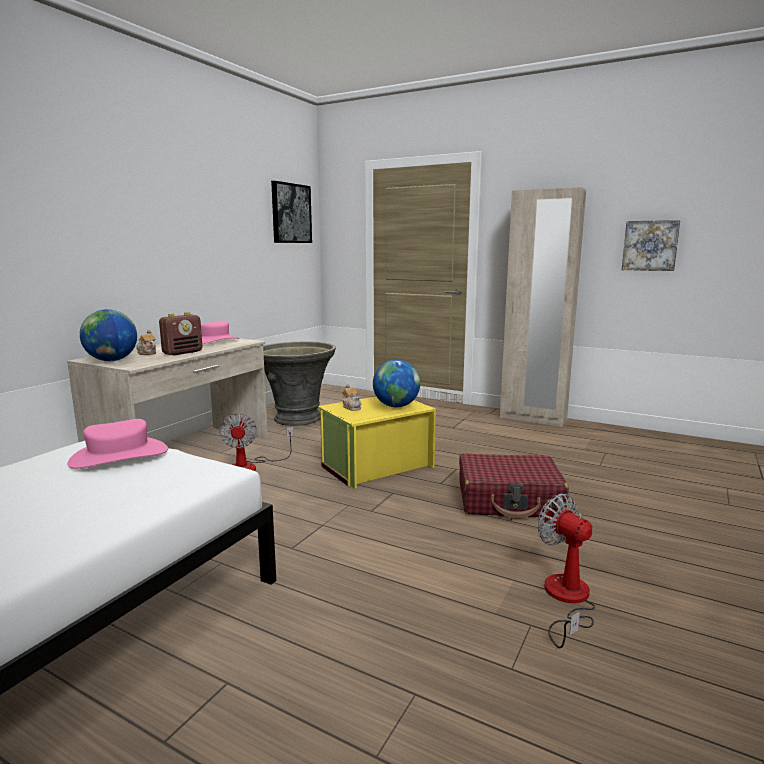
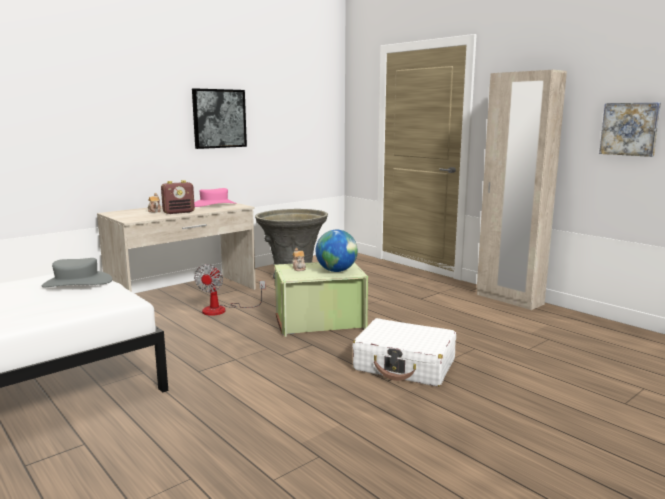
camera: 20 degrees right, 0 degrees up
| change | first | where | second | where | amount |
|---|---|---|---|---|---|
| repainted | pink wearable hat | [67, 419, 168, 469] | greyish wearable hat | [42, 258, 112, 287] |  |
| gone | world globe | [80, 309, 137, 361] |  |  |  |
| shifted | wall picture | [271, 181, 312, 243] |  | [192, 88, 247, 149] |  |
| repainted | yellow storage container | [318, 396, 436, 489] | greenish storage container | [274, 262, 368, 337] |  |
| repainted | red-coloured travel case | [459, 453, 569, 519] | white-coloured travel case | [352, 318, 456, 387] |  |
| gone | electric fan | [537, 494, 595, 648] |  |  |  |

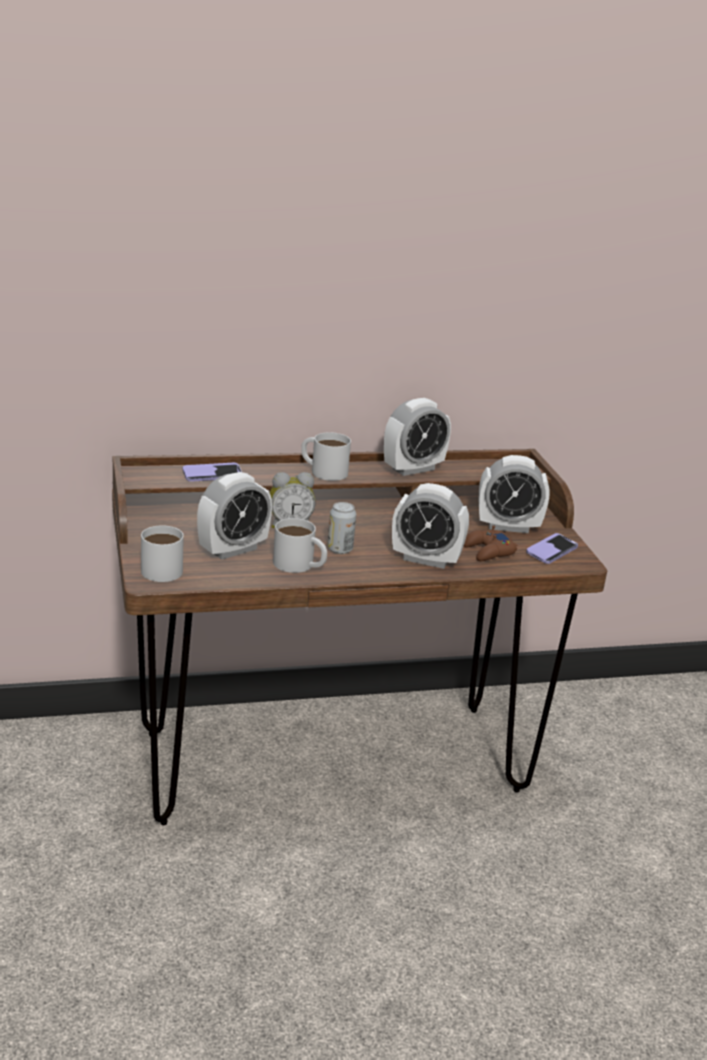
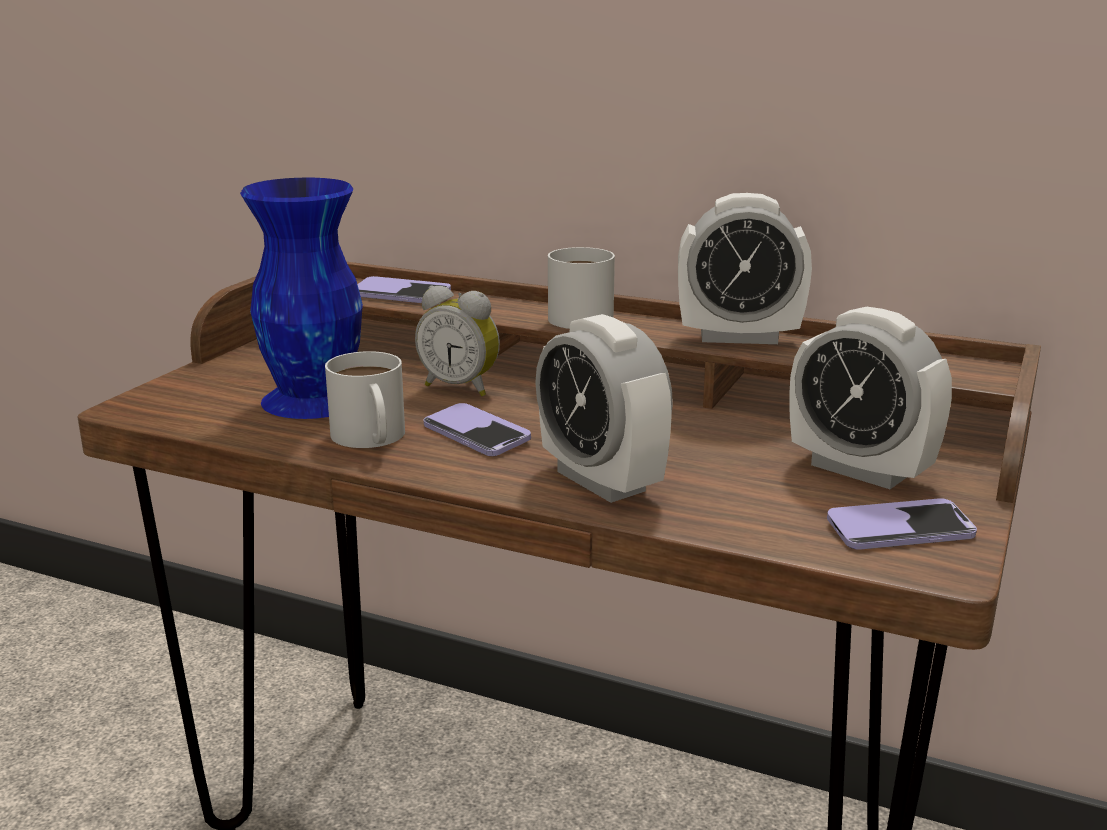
camera: 40 degrees right, 5 degrees down
| change | first | where | second | where | amount |
|---|---|---|---|---|---|
| gone | white-coloured mug | [141, 526, 184, 582] |  |  |  |
| swapped | table clock | [197, 472, 272, 560] | blue-coloured decorative vase | [240, 178, 363, 419] |  |
| swapped | sealed can | [327, 502, 356, 554] | telephone | [423, 403, 531, 456] |  |
| gone | brown-coloured game controller | [463, 525, 518, 561] |  |  |  |

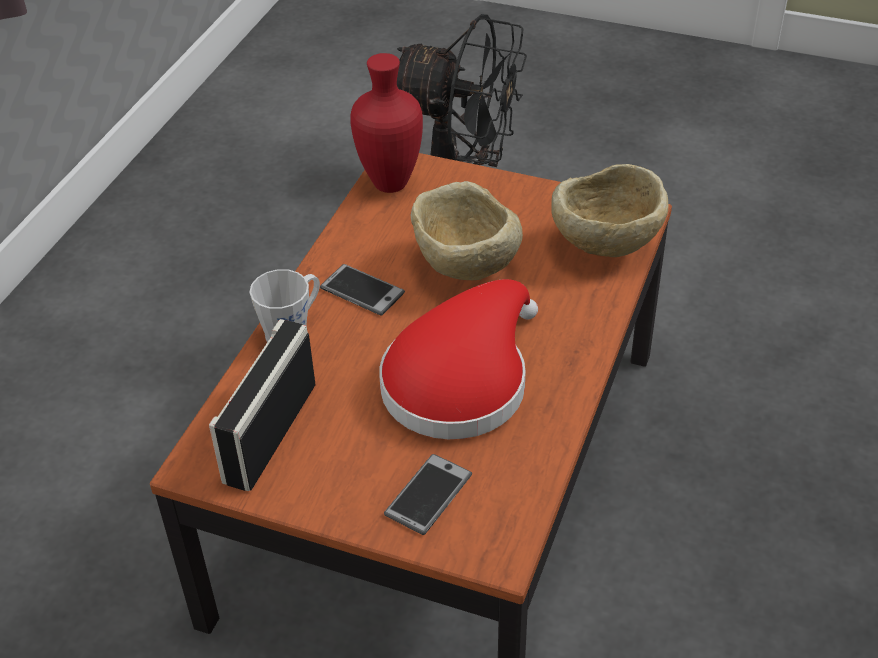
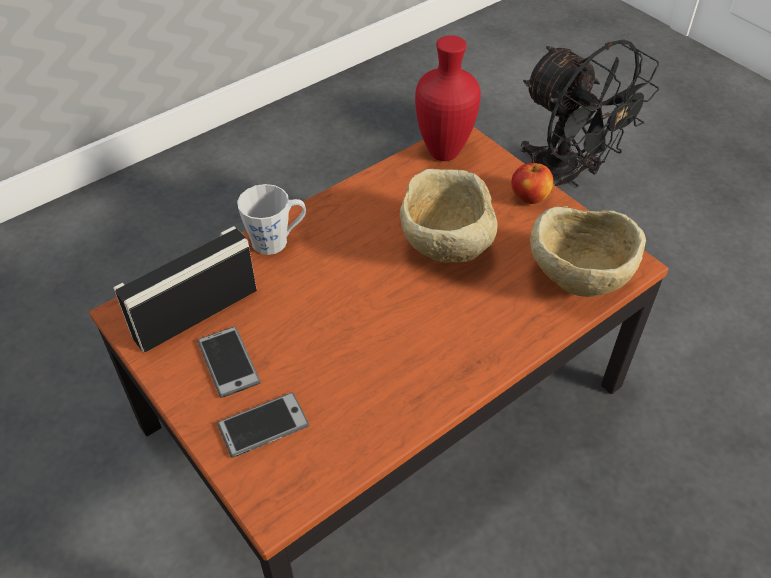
camera: 30 degrees right, 5 degrees up
| change | first | where | second | where | amount |
|---|---|---|---|---|---|
| shifted | telephone | [320, 264, 405, 316] |  | [197, 327, 261, 398] |  |
| gone | red-coloured wearable hat | [379, 279, 538, 439] |  |  |  |
| new |  |  | apple fruit | [511, 163, 554, 204] |  |

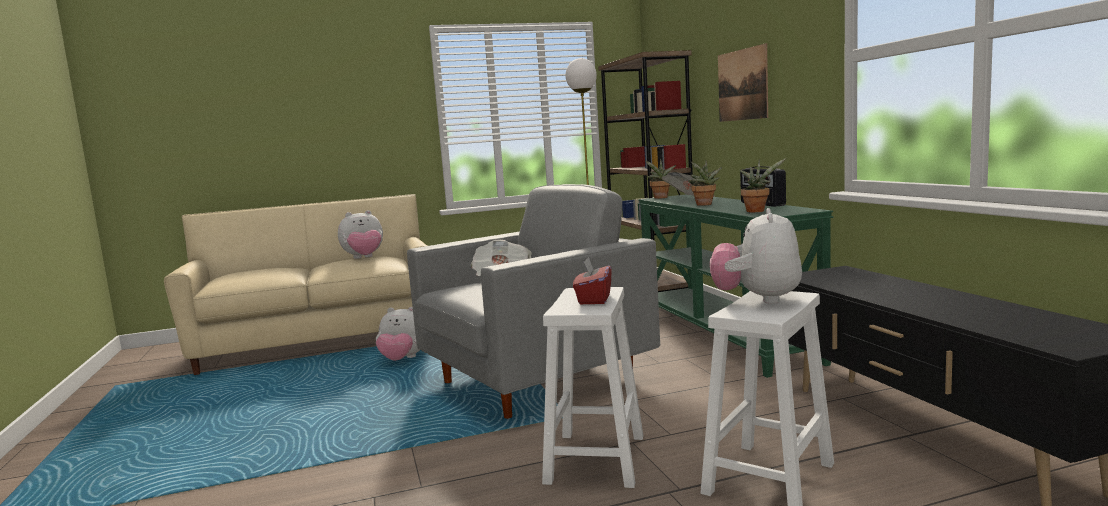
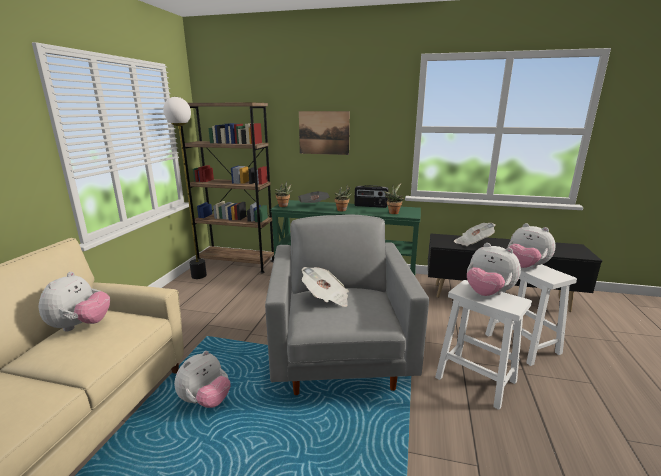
camera: 60 degrees left, 10 degrees up
| change | first | where | second | where | amount |
|---|---|---|---|---|---|
| swapped | red-coloured tissue holder | [573, 257, 612, 304] | plush toy | [467, 243, 521, 296] |  |
| new |  |  | daily paper | [454, 223, 496, 246] |  |

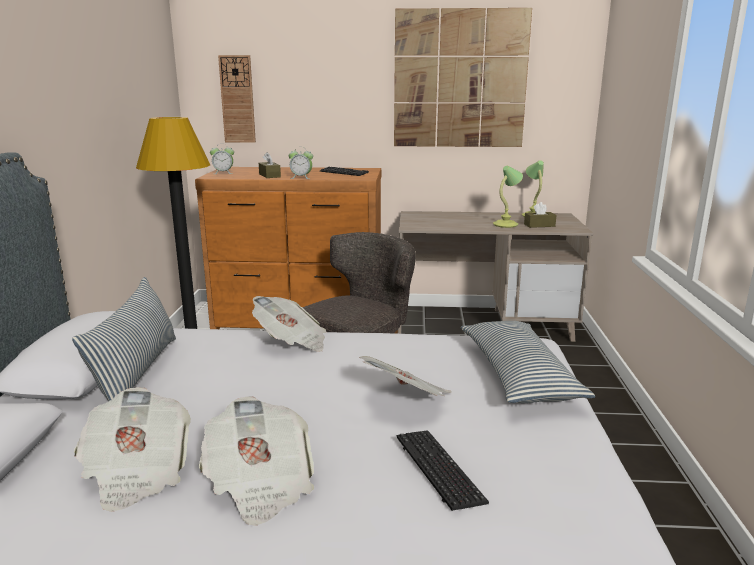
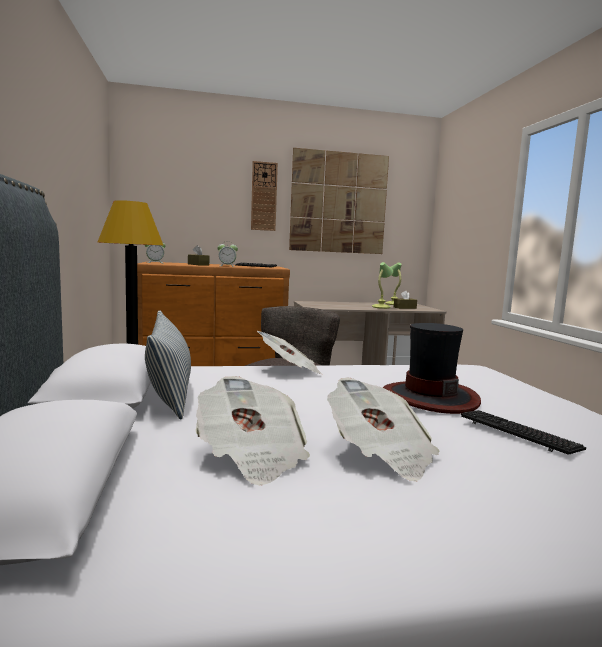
camera: 15 degrees left, 10 degrees down
| change | first | where | second | where | amount |
|---|---|---|---|---|---|
| shifted | wall clock | [218, 55, 256, 143] |  | [251, 161, 278, 231] |  |
| swapped | daily paper | [359, 356, 452, 396] | wearable hat | [383, 323, 481, 414] |  |
| gone | throw pillow | [461, 321, 595, 403] |  |  |  |

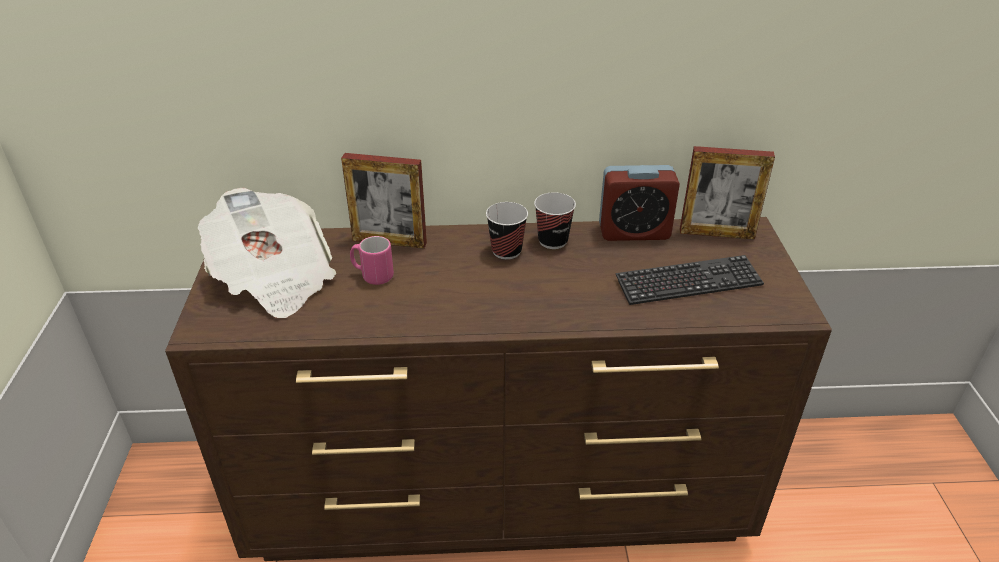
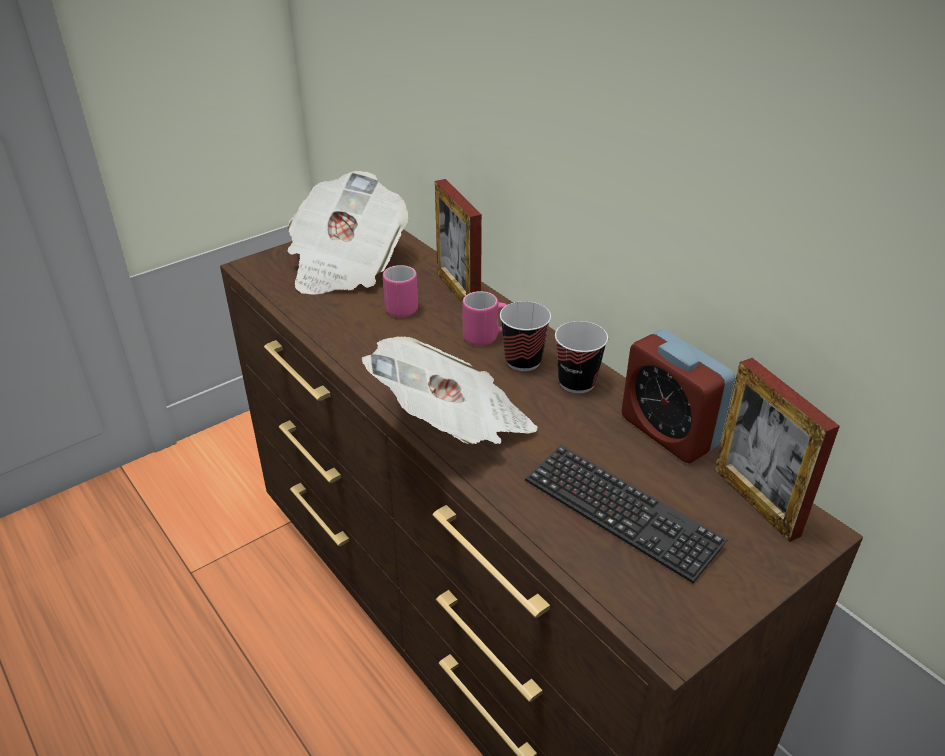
camera: 55 degrees right, 0 degrees up
| change | first | where | second | where | amount |
|---|---|---|---|---|---|
| new |  |  | daily paper | [362, 336, 538, 445] |  |
| new |  |  | pink mug | [462, 291, 507, 346] |  |

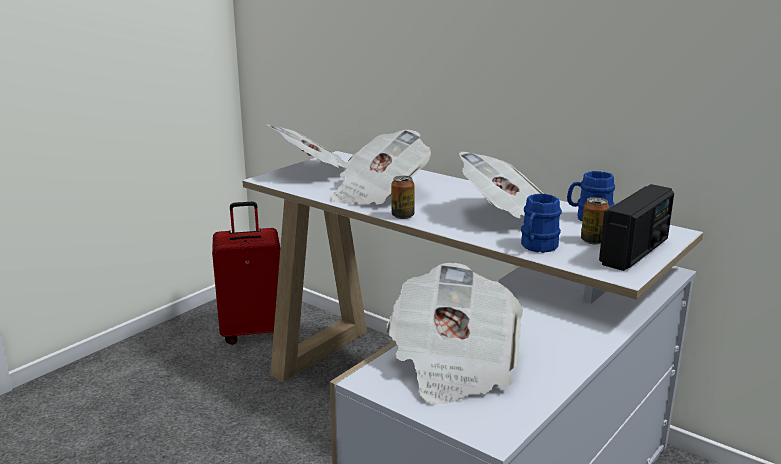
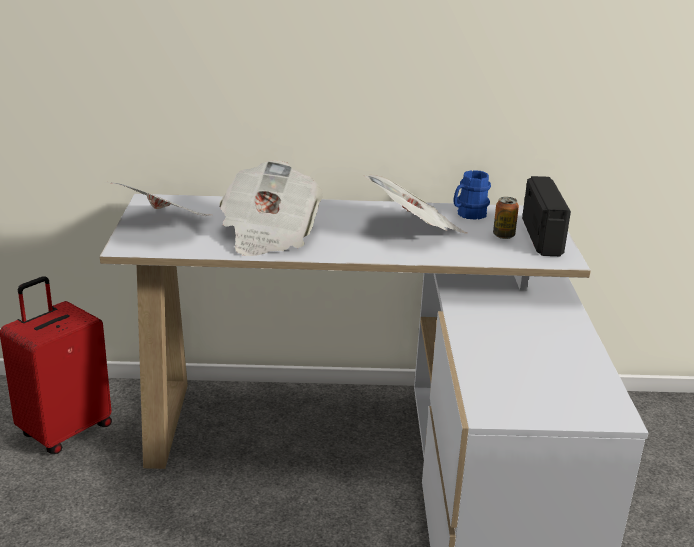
camera: 40 degrees left, 5 degrees up
| change | first | where | second | where | amount |
|---|---|---|---|---|---|
| gone | daily paper | [387, 263, 523, 404] |  |  |  |
| gone | sealed can | [391, 176, 415, 219] |  |  |  |
| gone | blue-coloured mug | [521, 193, 562, 253] |  |  |  |

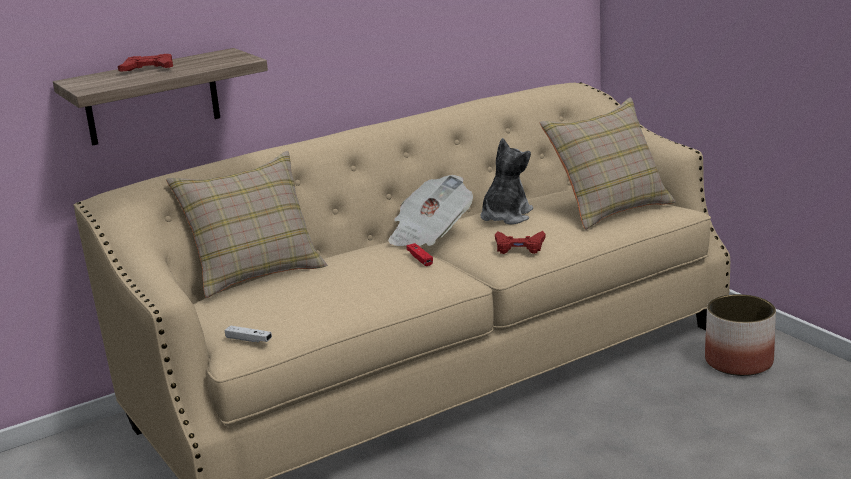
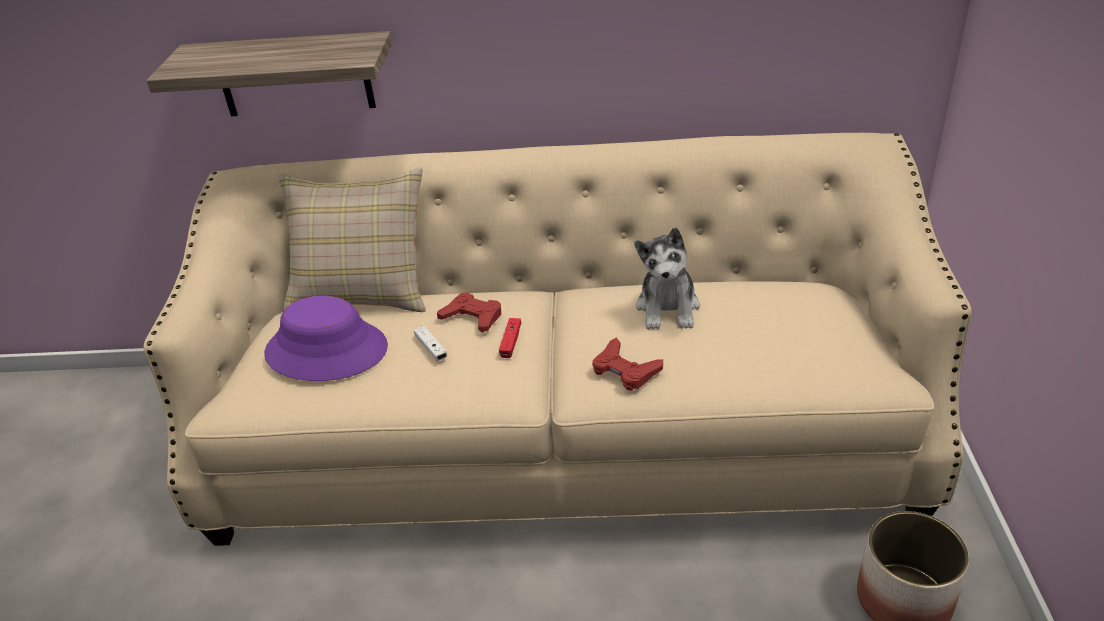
camera: 35 degrees right, 15 degrees up
| change | first | where | second | where | amount |
|---|---|---|---|---|---|
| shifted | red-coloured game controller | [118, 54, 173, 72] |  | [437, 293, 501, 332] |  |
| shifted | white-coloured game controller | [225, 325, 272, 343] |  | [414, 326, 448, 361] |  |
| gone | daily paper | [388, 175, 473, 246] |  |  |  |
| rotated | plush toy | [481, 138, 533, 225] |  | [634, 227, 700, 330] | 120 degrees clockwise |
| gone | sand-coloured throw pillow | [540, 97, 676, 230] |  |  |  |
| new |  |  | purple-coloured wearable hat | [264, 296, 388, 381] |  |

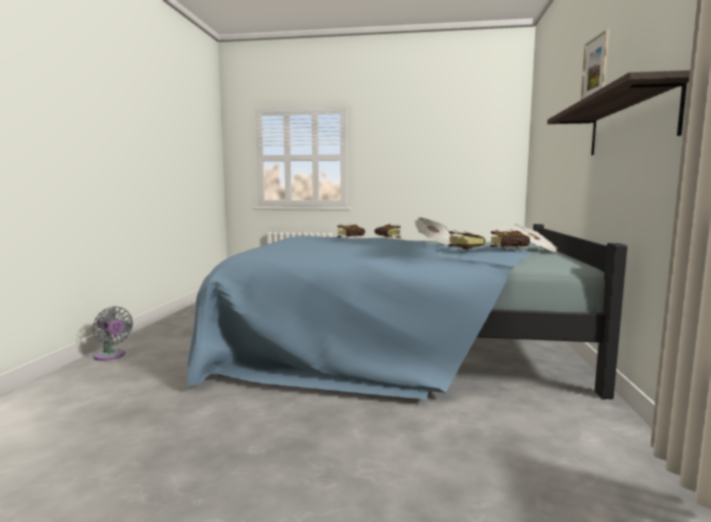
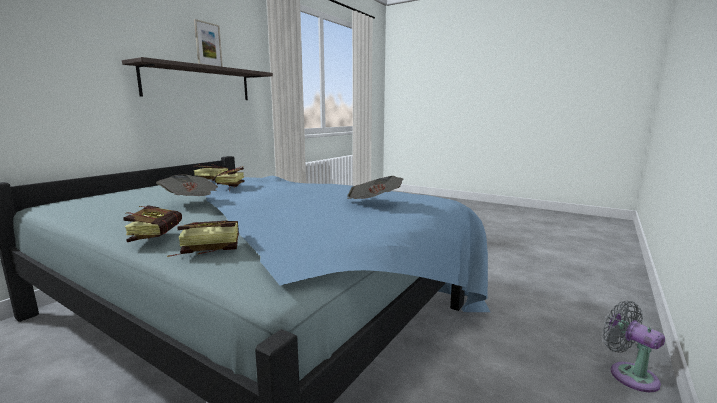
camera: 155 degrees left, 5 degrees up
| change | first | where | second | where | amount |
|---|---|---|---|---|---|
| shifted | daily paper | [514, 224, 558, 253] |  | [347, 176, 403, 199] |  |

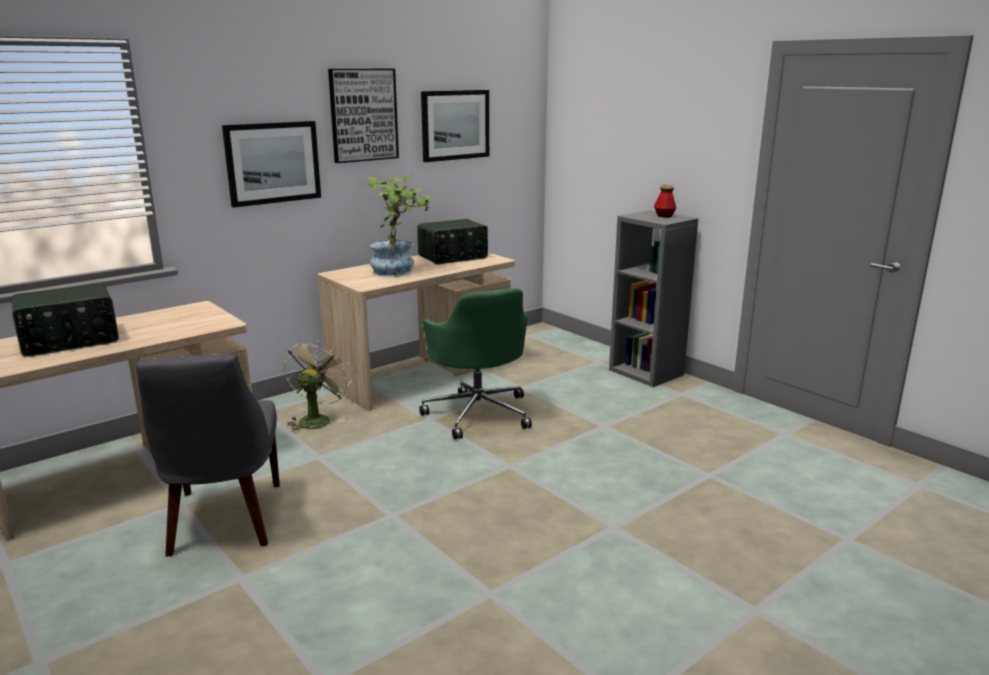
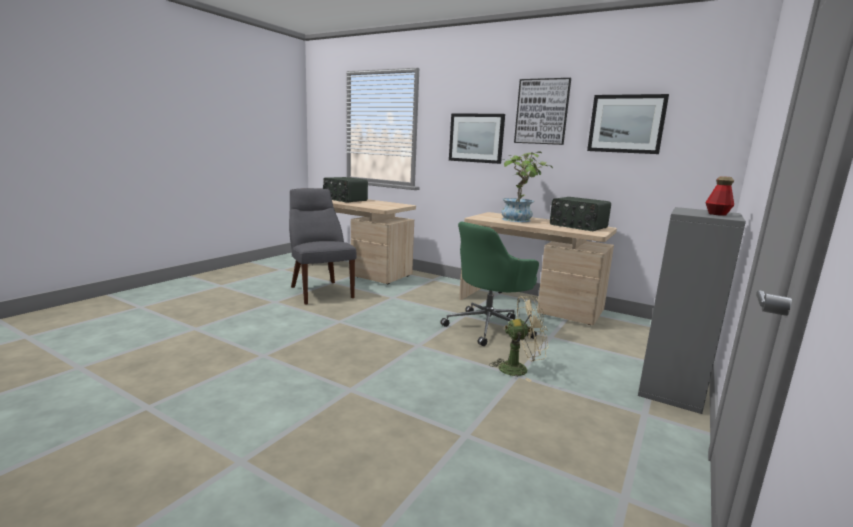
camera: 70 degrees right, 5 degrees down
| change | first | where | second | where | amount |
|---|---|---|---|---|---|
| rotated | greyish upright chair | [136, 354, 280, 556] |  | [289, 188, 357, 305] | 90 degrees clockwise |
| shifted | sand-coloured electric fan | [283, 339, 352, 432] |  | [490, 296, 548, 382] |  |

